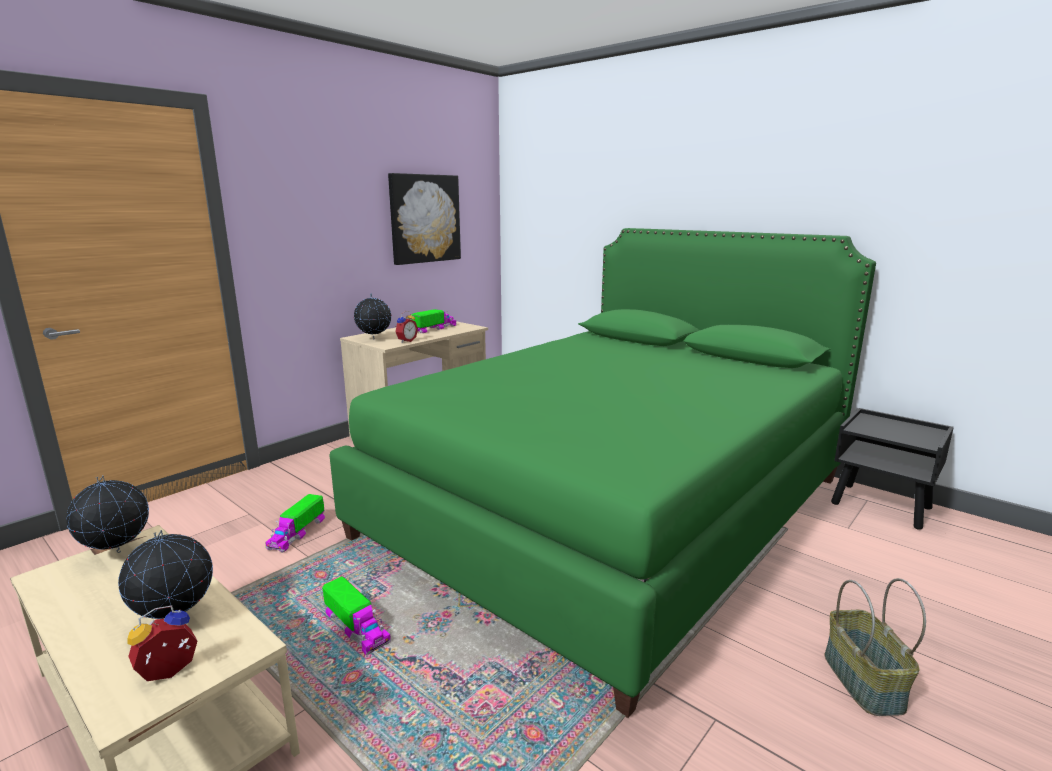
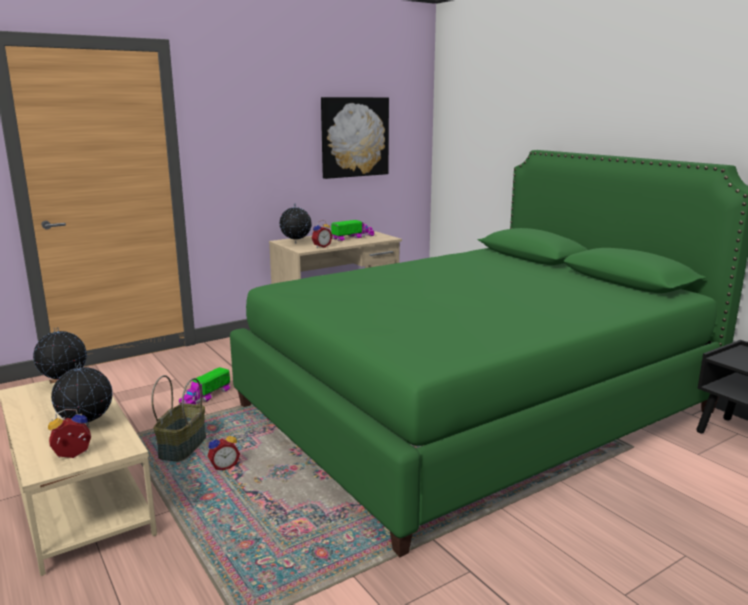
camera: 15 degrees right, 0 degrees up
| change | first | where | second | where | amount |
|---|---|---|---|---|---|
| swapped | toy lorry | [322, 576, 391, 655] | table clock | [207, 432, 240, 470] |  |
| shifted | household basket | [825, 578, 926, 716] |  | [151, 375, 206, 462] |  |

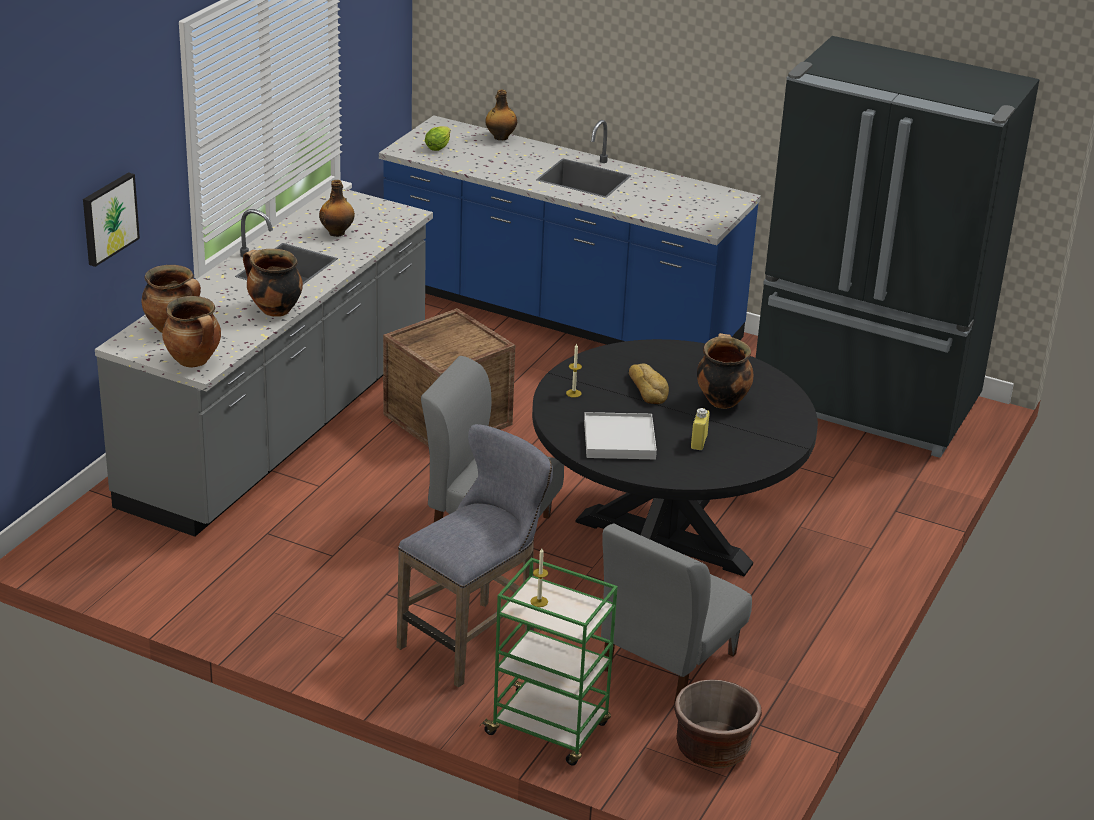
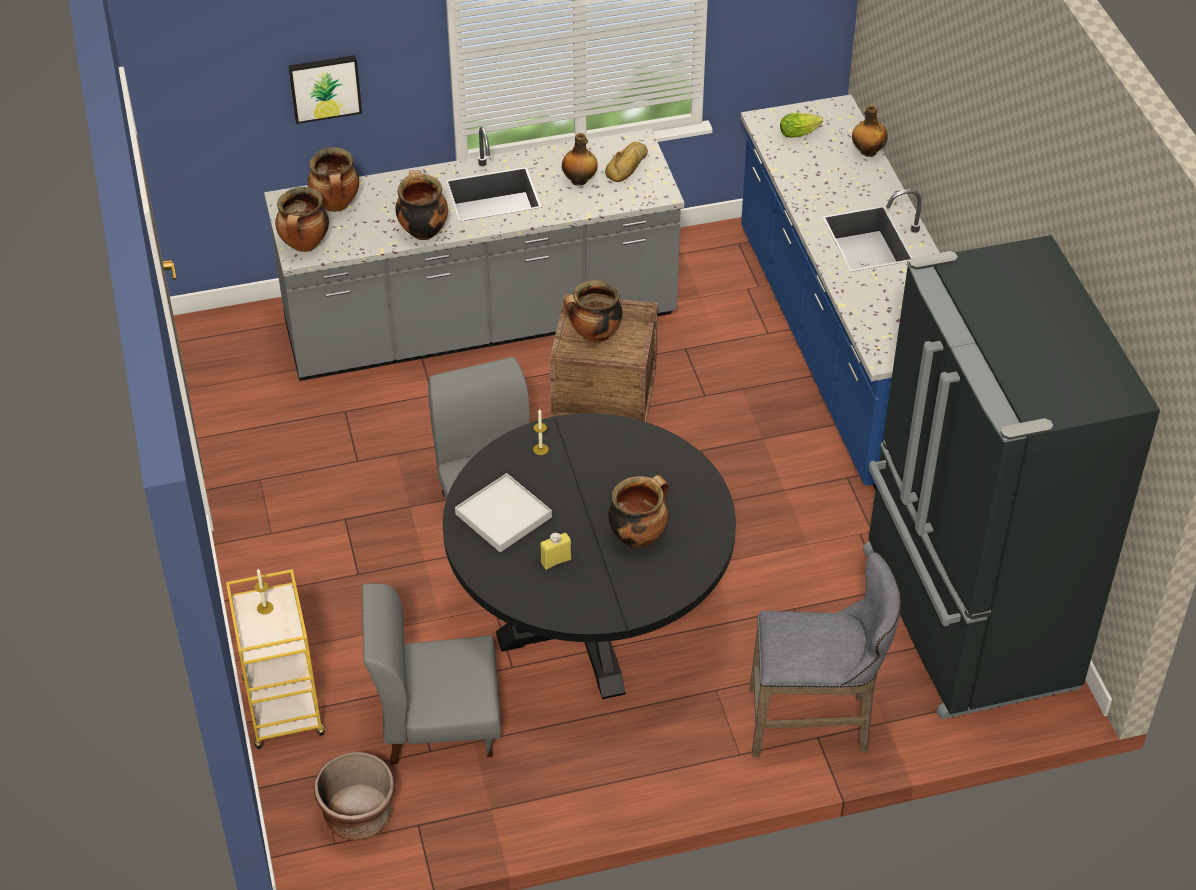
camera: 50 degrees right, 15 degrees up
| change | first | where | second | where | amount |
|---|---|---|---|---|---|
| shifted | greyish sitting stool | [397, 424, 553, 687] |  | [750, 552, 901, 757] |  |
| repainted | greenish trolley | [480, 558, 618, 766] | yellow trolley | [226, 569, 325, 749] |  |
| shifted | bakery bread | [629, 363, 669, 404] |  | [605, 142, 648, 182] |  |
| new |  |  | stockpot | [564, 280, 622, 343] |  |

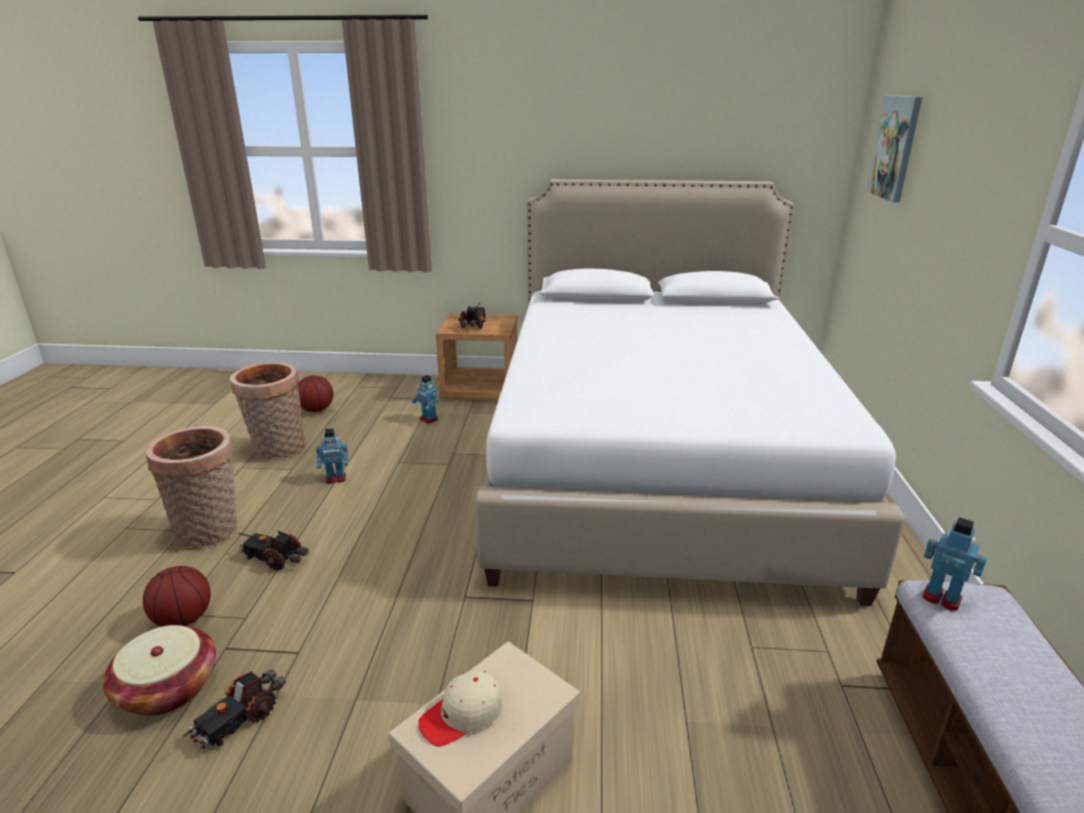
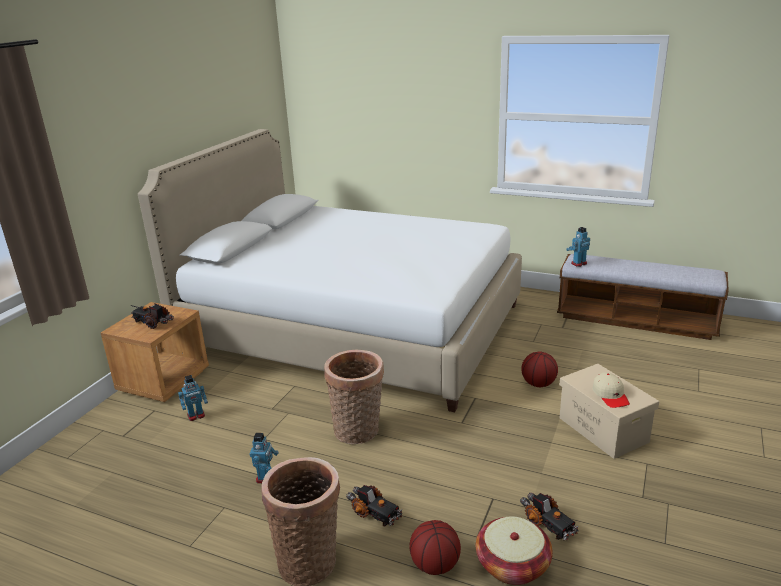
camera: 70 degrees left, 0 degrees up
| change | first | where | second | where | amount |
|---|---|---|---|---|---|
| shifted | household basket | [230, 362, 305, 460] |  | [324, 350, 384, 444] |  |
| rotated | toy lorry | [239, 531, 309, 571] |  | [346, 485, 402, 526] | 90 degrees counterclockwise |
| shifted | basketball ball | [298, 375, 334, 412] |  | [521, 352, 558, 387] |  |
| gone | wall picture | [866, 95, 922, 203] |  |  |  |

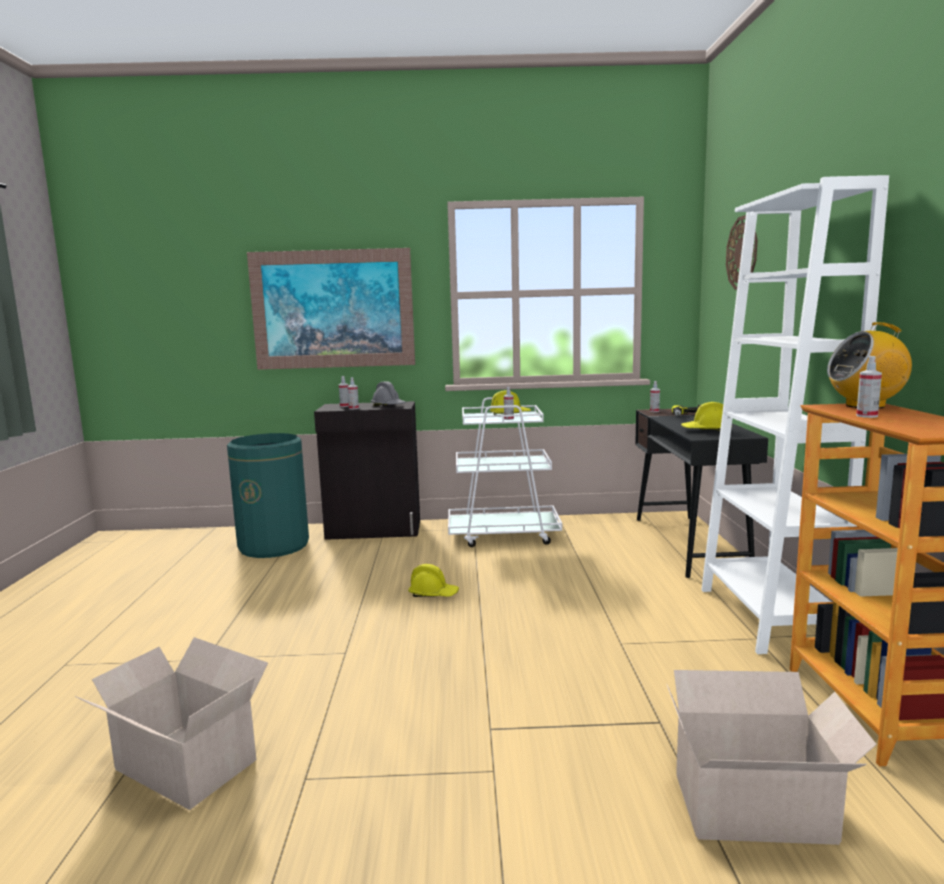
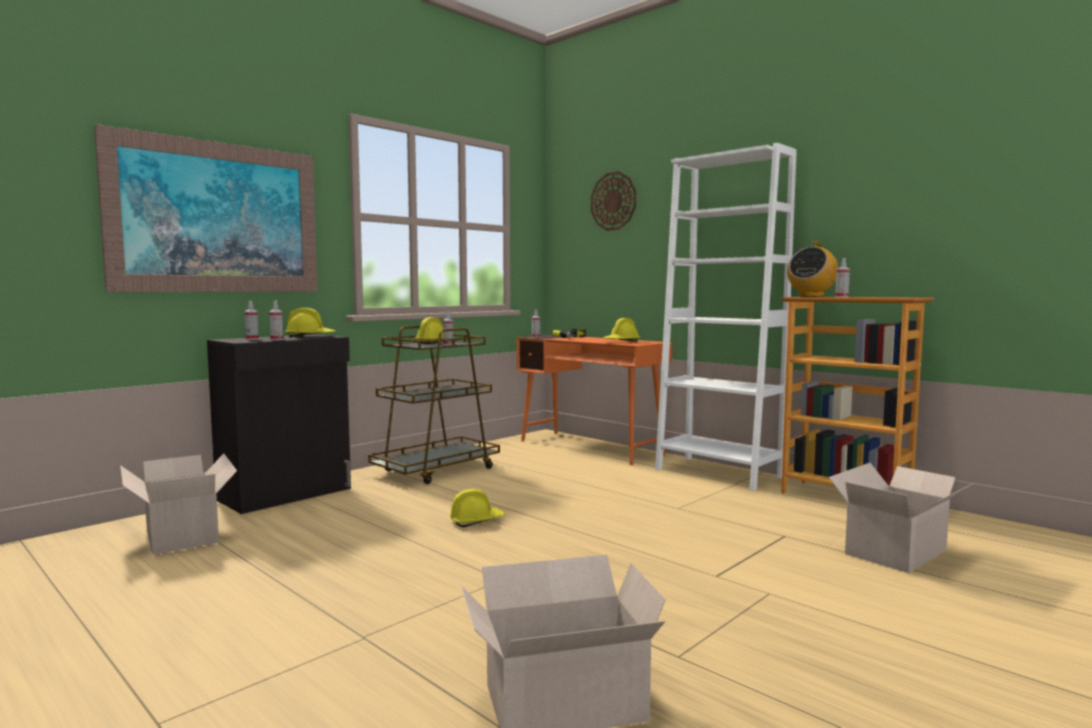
camera: 45 degrees left, 5 degrees down
| change | first | where | second | where | amount |
|---|---|---|---|---|---|
| swapped | greenish trash can | [227, 433, 309, 558] | carton | [120, 453, 237, 555] |  |
| repainted | greyish work helmet | [370, 381, 406, 406] | yellow work helmet | [284, 308, 336, 337] |  |
| repainted | white-coloured trolley | [448, 397, 562, 547] | brown-coloured trolley | [368, 326, 500, 484] |  |
| repainted | black desk | [635, 409, 768, 578] | orangey desk | [517, 335, 672, 465] |  |

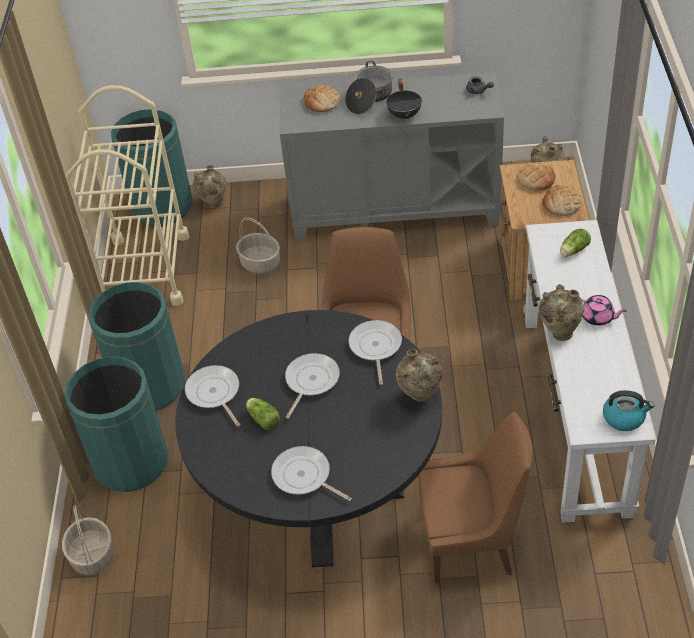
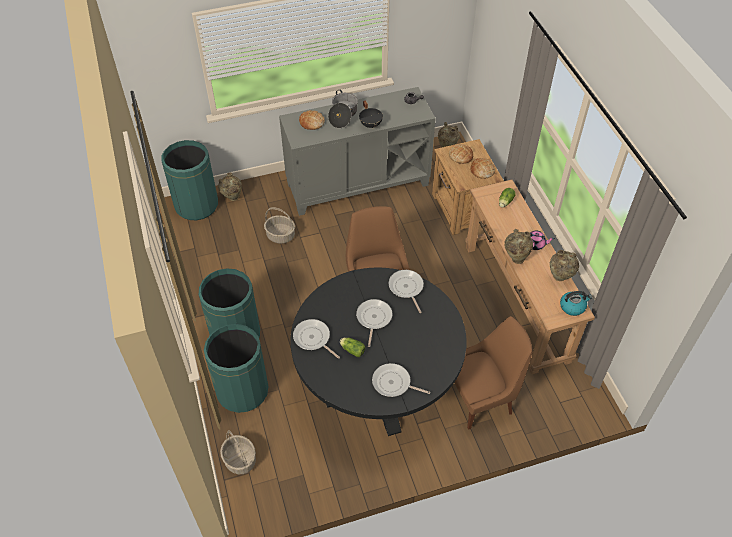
camera: 20 degrees left, 5 degrees up
| change | first | where | second | where | amount |
|---|---|---|---|---|---|
| gone | sand-coloured trolley | [65, 85, 189, 306] |  |  |  |
| shifted | sand-coloured decorative vase | [396, 349, 442, 402] |  | [550, 250, 579, 281] |  |
| repainted | white-coloured narrow table | [523, 220, 656, 523] | brown-coloured narrow table | [465, 180, 595, 375] |  |

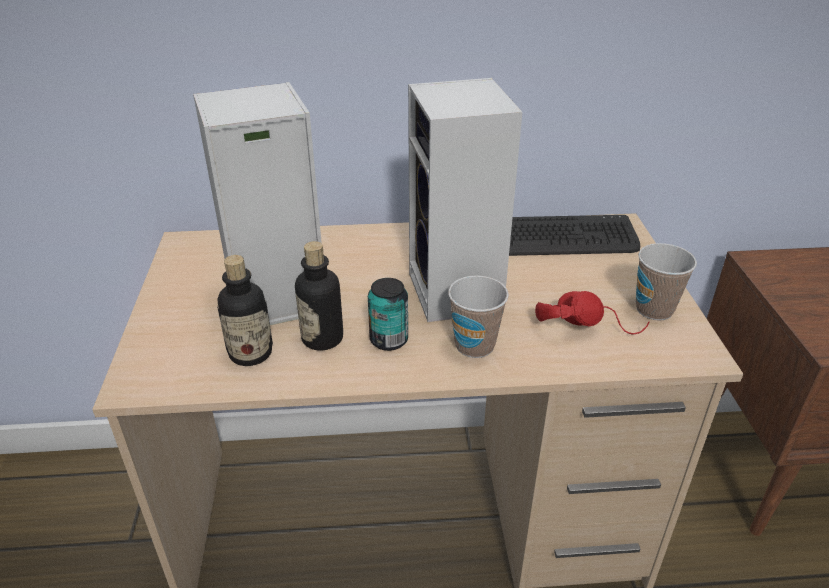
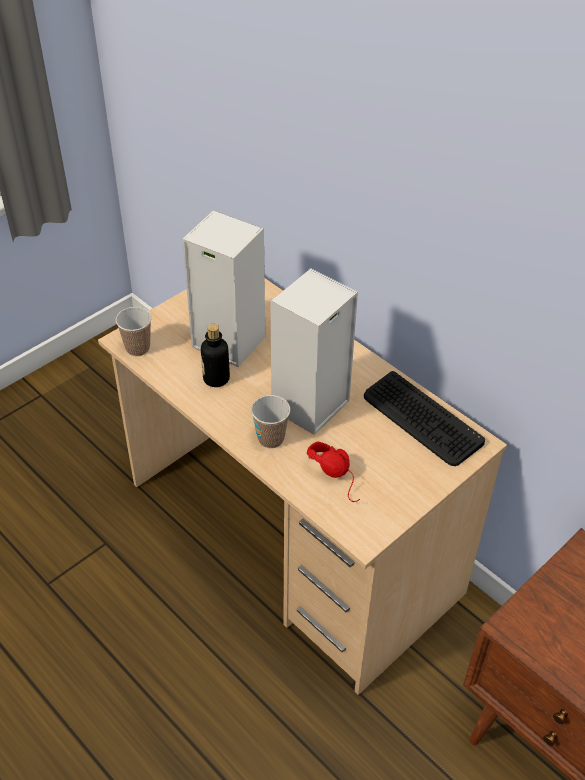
camera: 50 degrees right, 10 degrees up
| change | first | where | second | where | amount |
|---|---|---|---|---|---|
| gone | bottle | [217, 255, 273, 366] |  |  |  |
| gone | sealed can | [368, 278, 408, 351] |  |  |  |
| shifted | drinking cup | [636, 243, 697, 320] |  | [116, 307, 152, 356] |  |

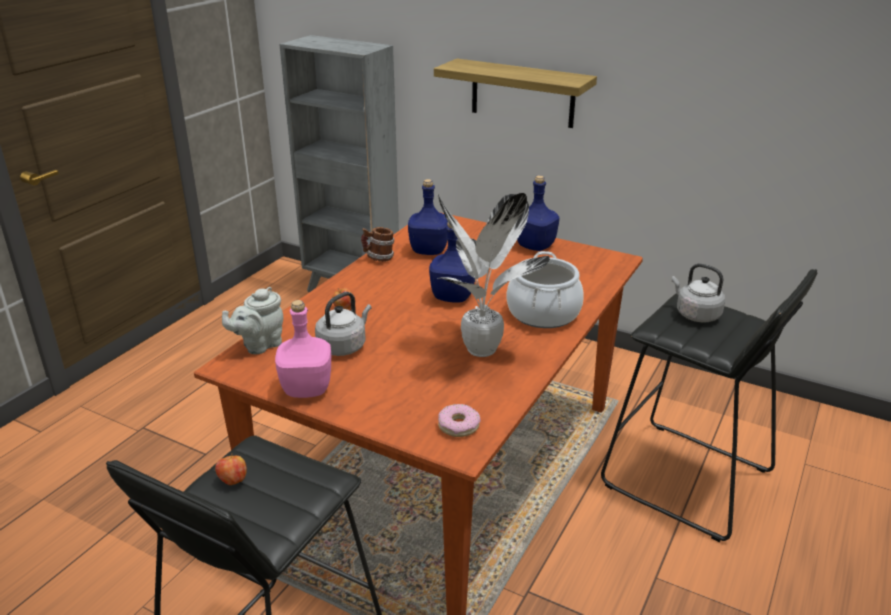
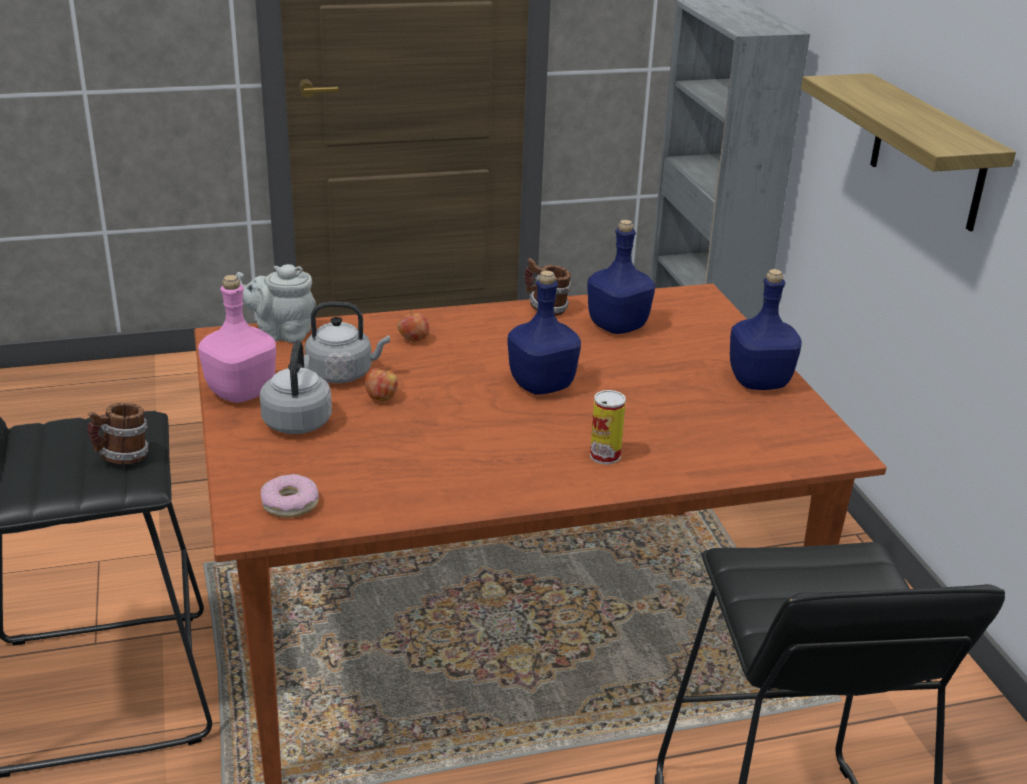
camera: 45 degrees right, 0 degrees up
| change | first | where | second | where | amount |
|---|---|---|---|---|---|
| shifted | apple fruit | [215, 453, 247, 485] |  | [365, 367, 398, 401] |  |
| gone | houseplant | [438, 193, 550, 357] |  |  |  |
| swapped | stockpot | [506, 251, 584, 328] | sealed can | [590, 390, 626, 465] |  |
| shifted | greyish kettle | [672, 263, 725, 322] |  | [260, 340, 332, 434] |  |
| new |  |  | mug | [87, 403, 149, 464] |  |

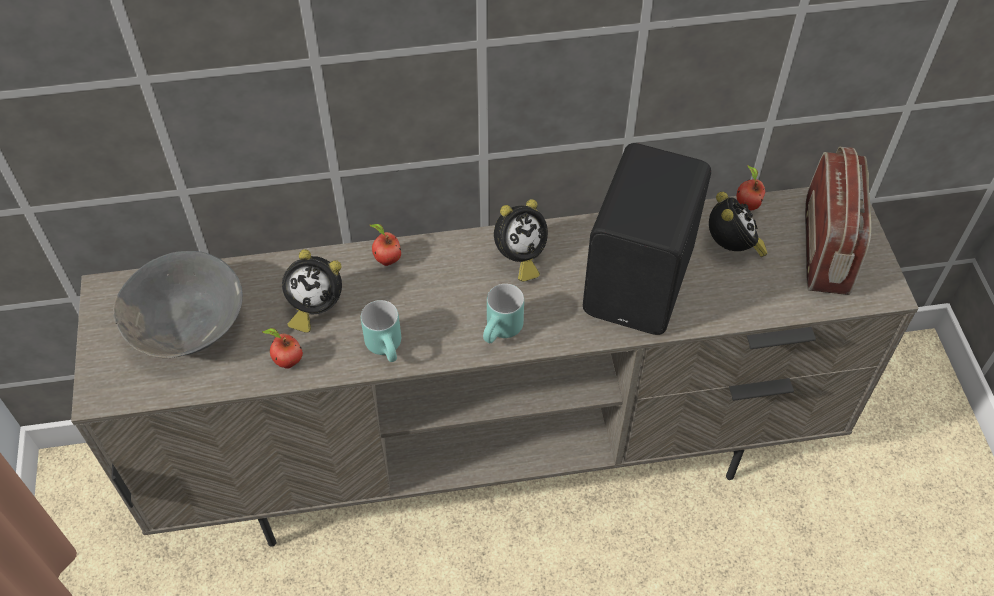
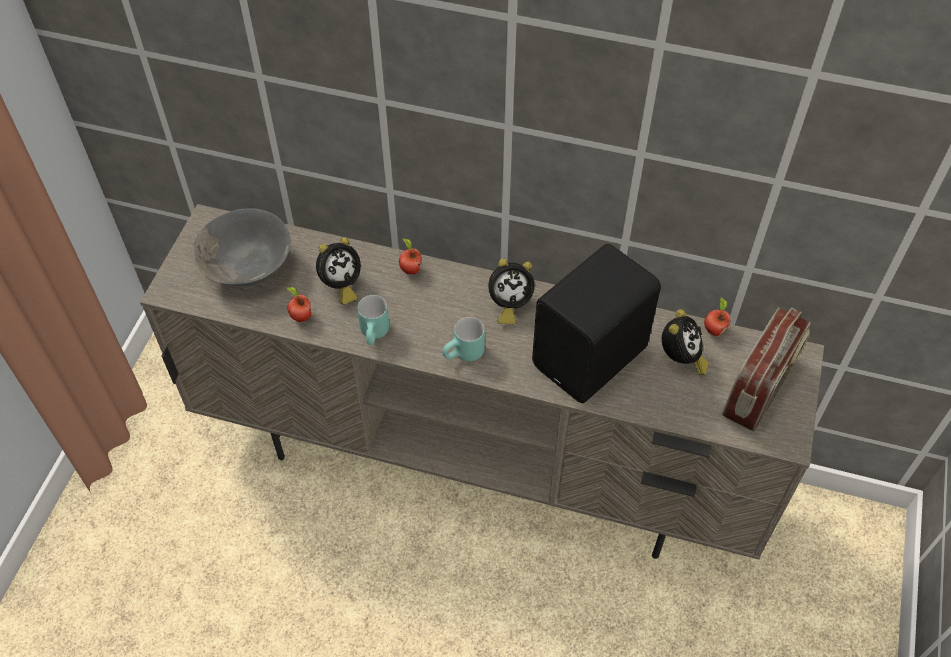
camera: 25 degrees right, 0 degrees up
| change | first | where | second | where | amount |
|---|---|---|---|---|---|
| rotated | table clock | [282, 249, 342, 333] |  | [316, 237, 361, 304] | 75 degrees counterclockwise |

